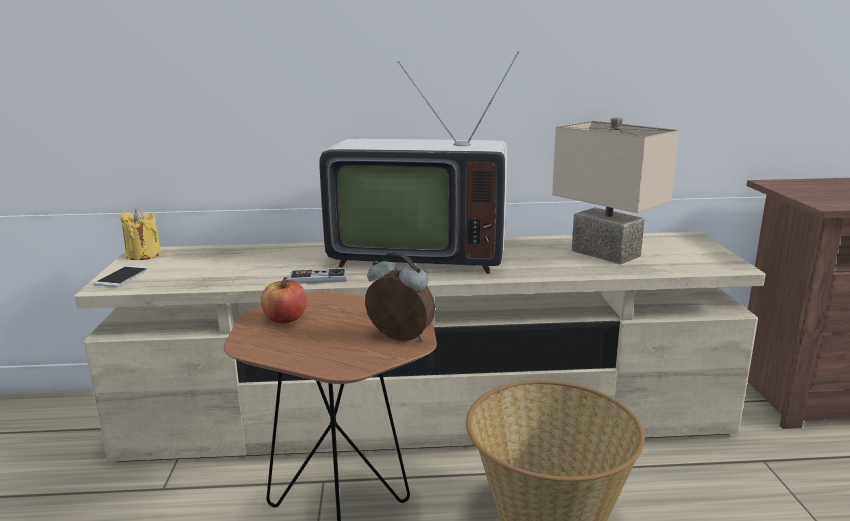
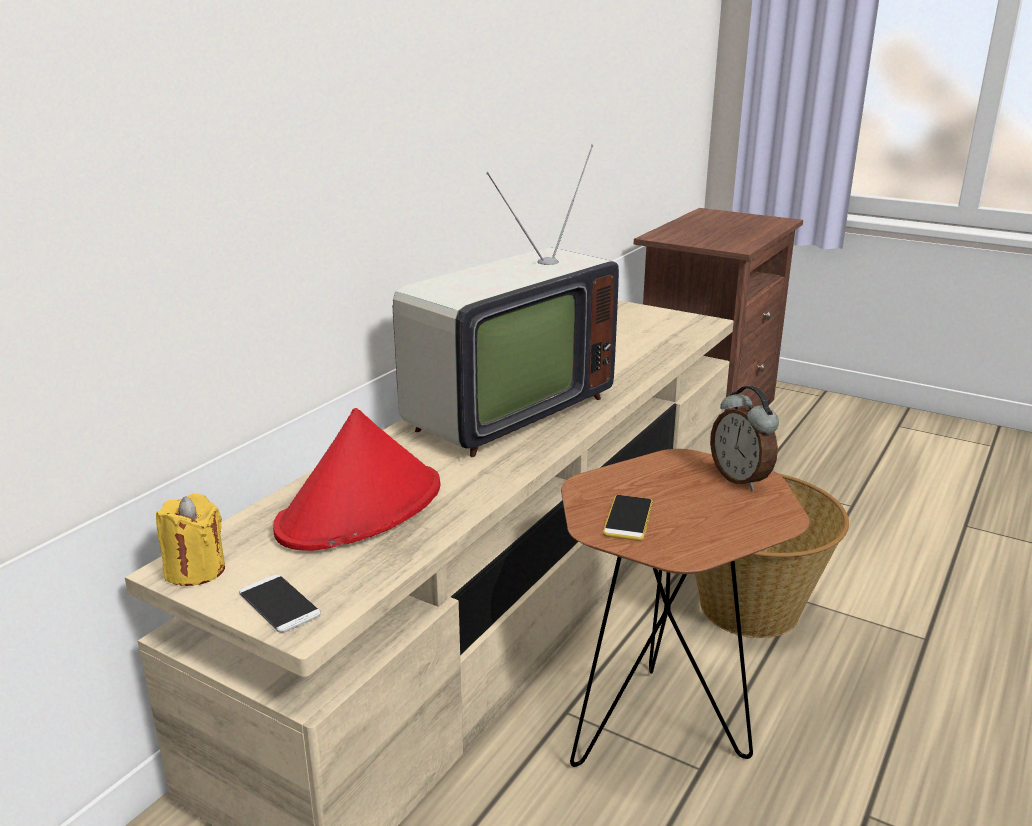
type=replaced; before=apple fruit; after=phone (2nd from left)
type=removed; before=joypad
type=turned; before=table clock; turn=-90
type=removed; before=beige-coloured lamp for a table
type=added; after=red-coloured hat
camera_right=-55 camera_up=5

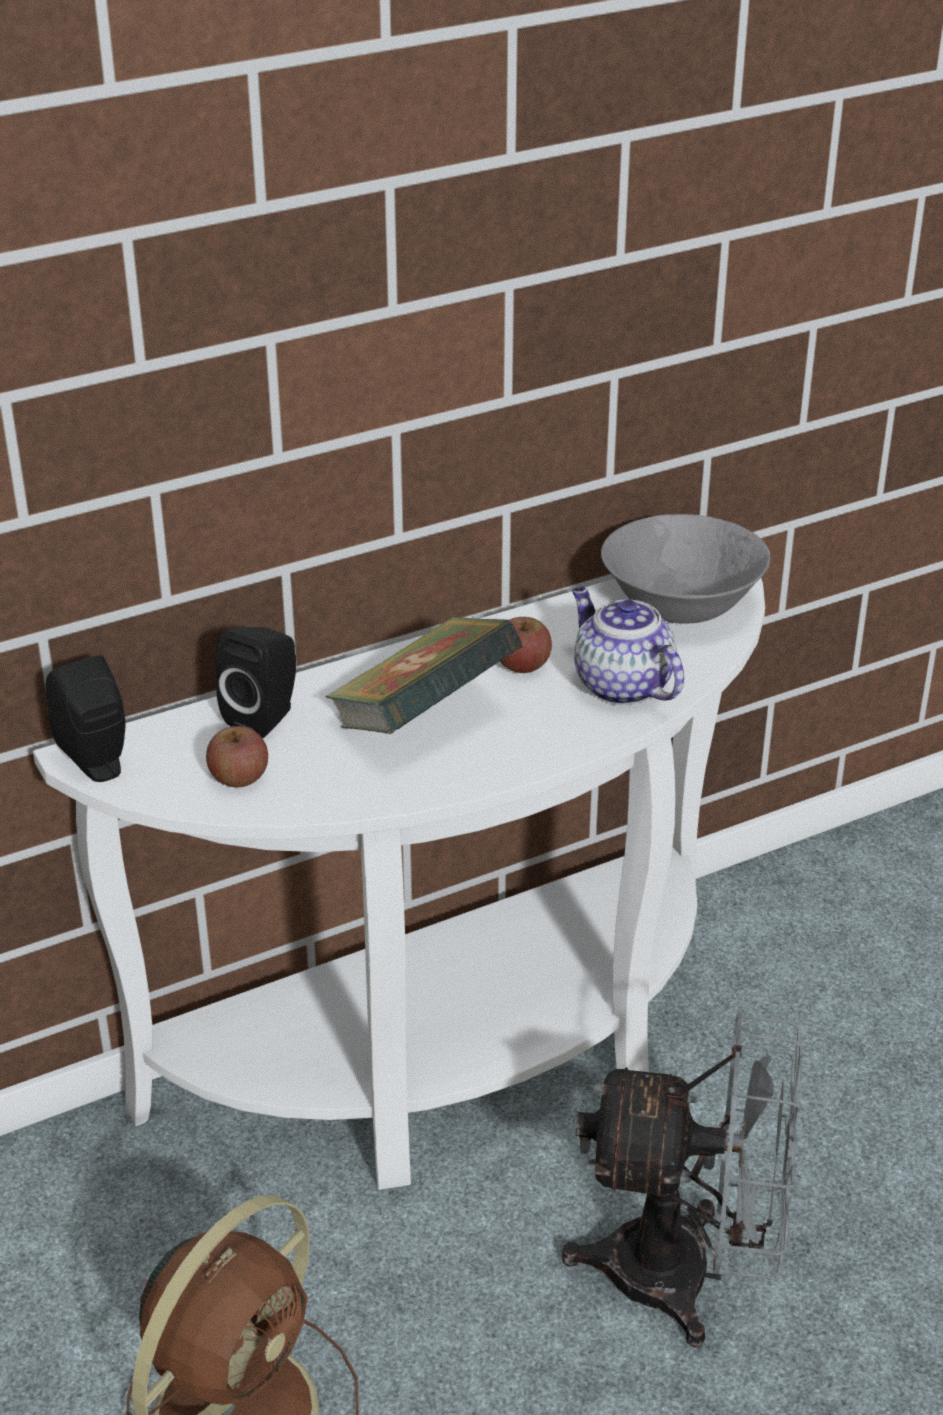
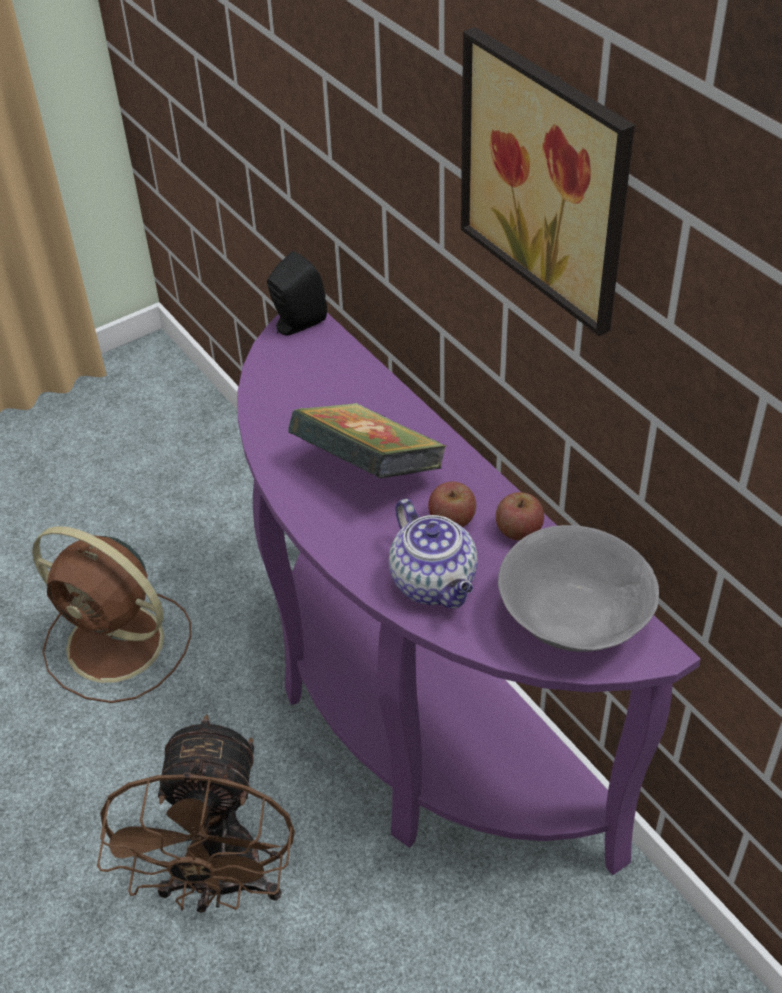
type=recoloured; before=white-coloured narrow table; after=purple-coloured narrow table
type=moved; before=apple fruit (1st from left in the first image); after=apple fruit (2nd from left)
type=removed; before=black-coloured speaker (2nd from left)
type=recoloured; before=grey fan; after=brownish fan (2nd from left)
type=turned; before=teapot; turn=105
type=added; after=wall picture
camera_right=85 camera_up=10

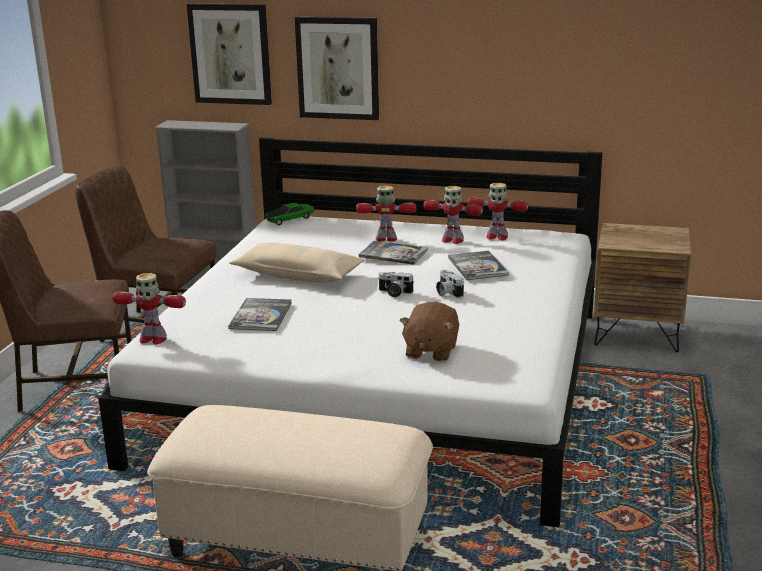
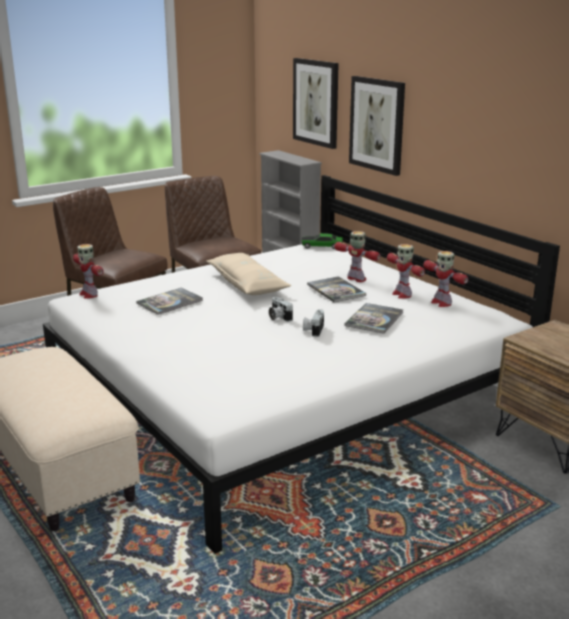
type=removed; before=brownish soft toy
camera_right=40 camera_up=0

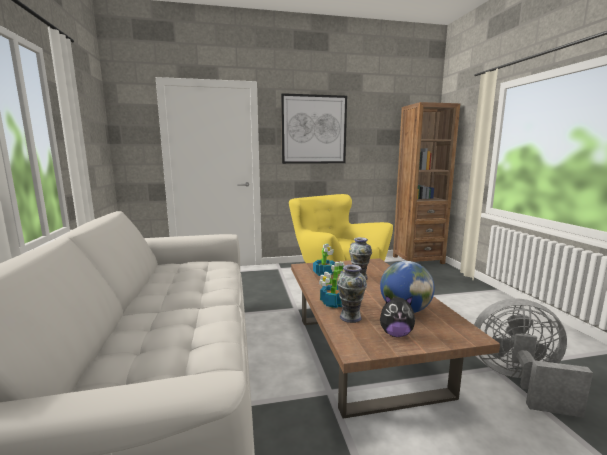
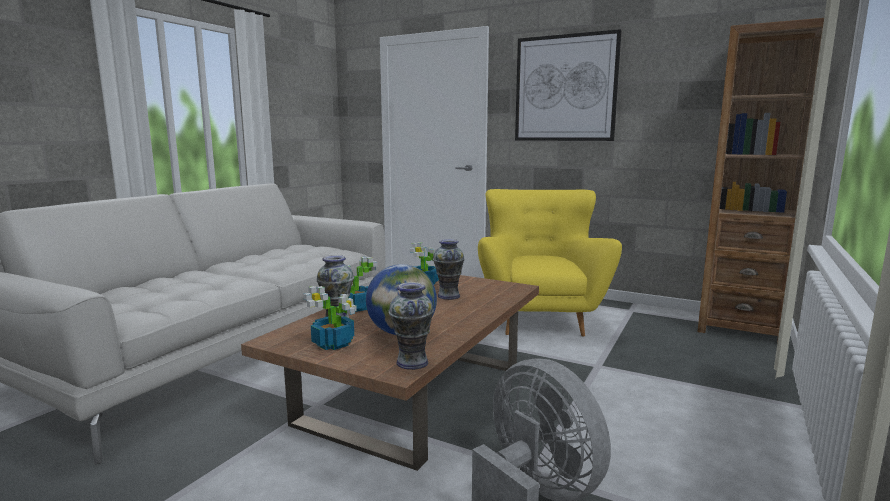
type=replaced; before=soft toy; after=plant in a pot (1st from left)
type=added; after=flower vase (2nd from left)
camera_right=40 camera_up=0

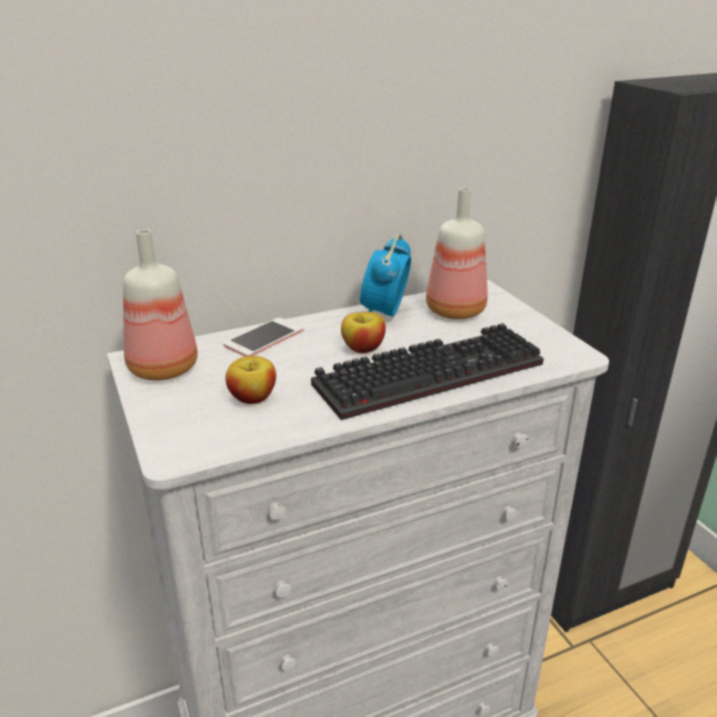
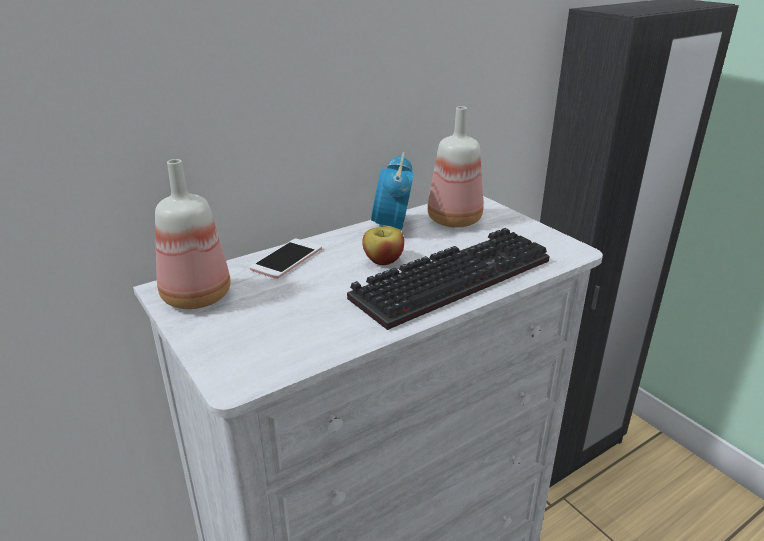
type=removed; before=apple fruit (1st from left)
camera_right=-10 camera_up=0

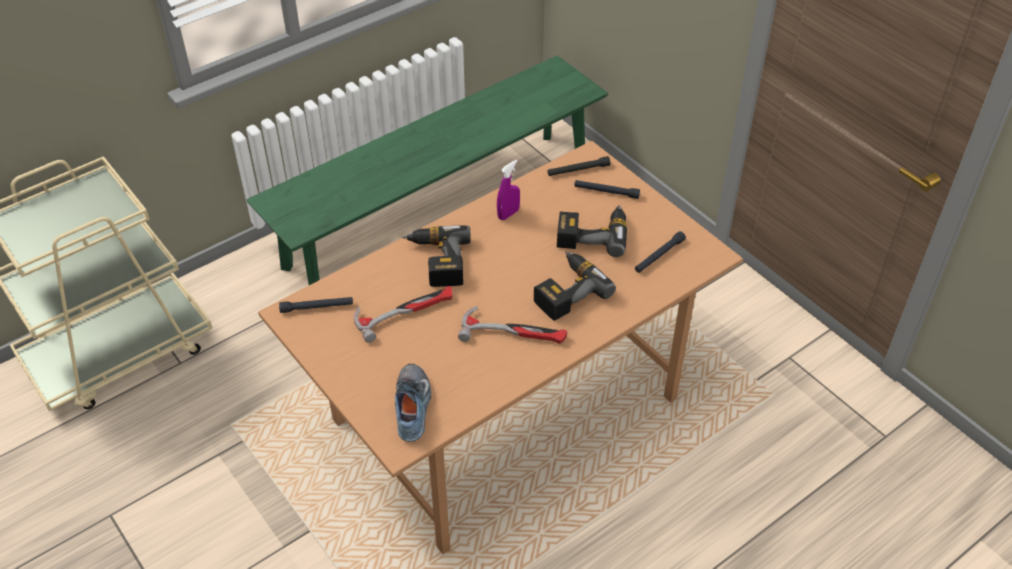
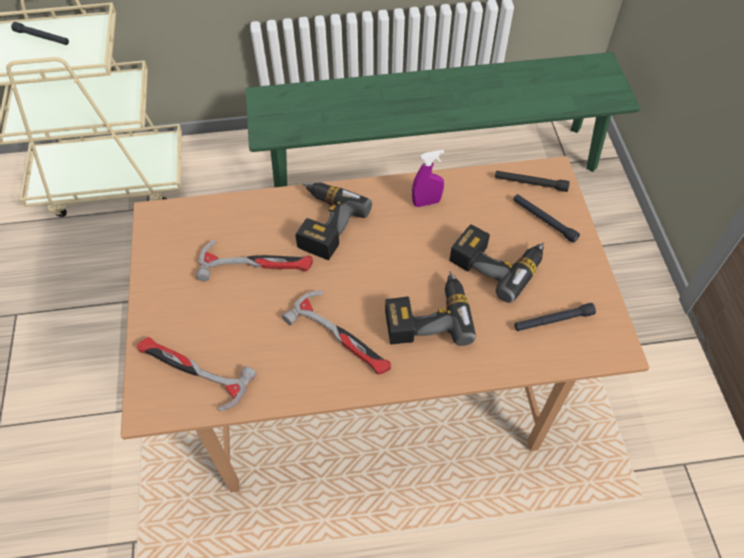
type=moved; before=black-coloured hand torch (1st from left)
type=replaced; before=low shoe; after=hammer (1st from left)
camera_right=30 camera_up=10

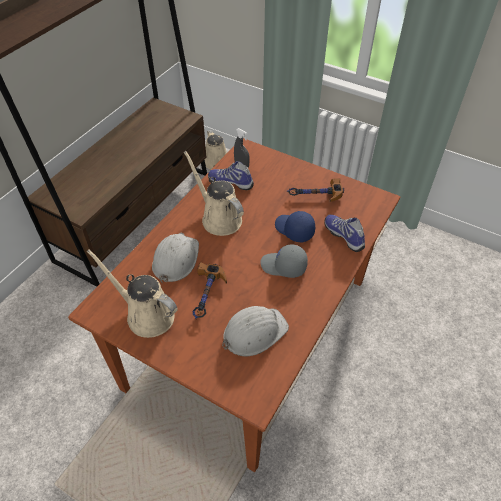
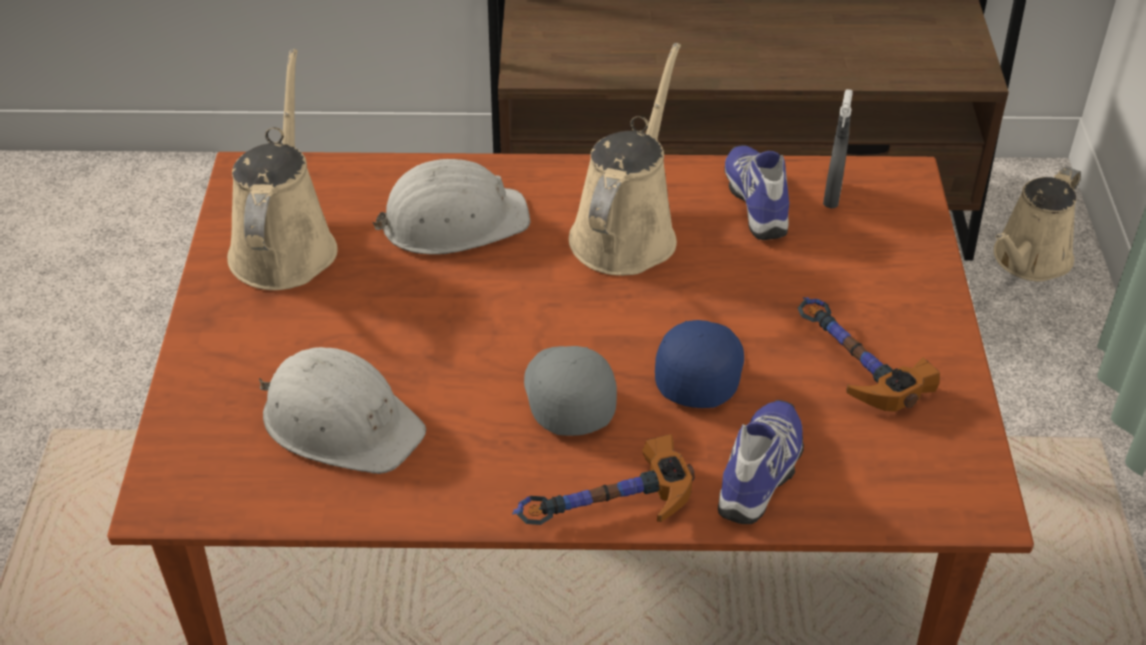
type=moved; before=hammer (1st from left)
camera_right=60 camera_up=-5

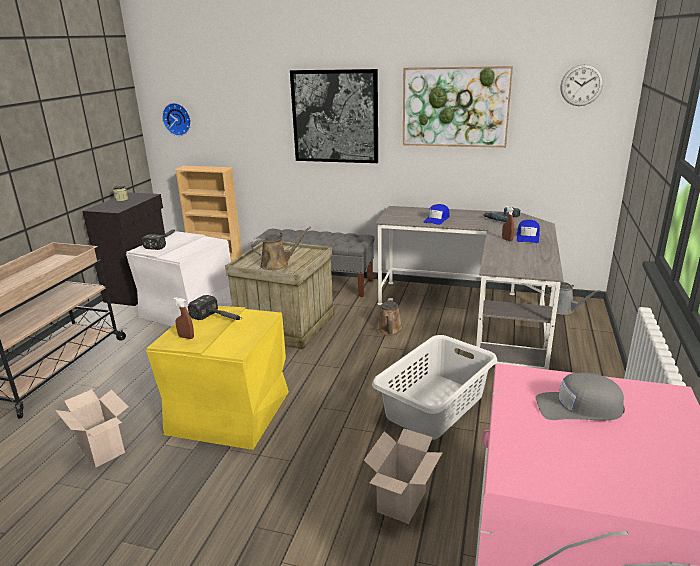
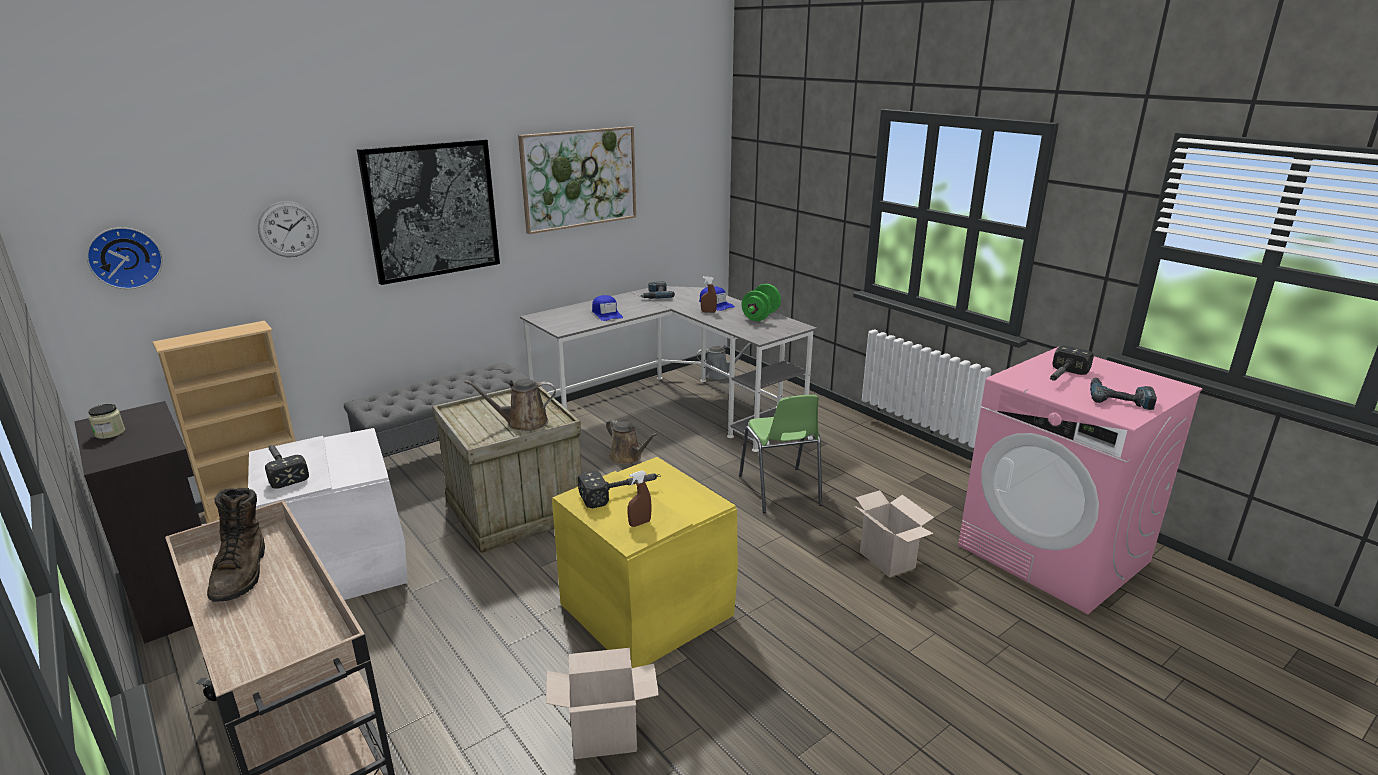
type=turned; before=brownish sprinkling can (1st from left); turn=-120
type=replaced; before=grey washing basket; after=green-coloured chair
type=replaced; before=grey cap; after=hammer (3rd from left)
type=moved; before=clock on the wall (2nd from left)
type=added; after=brownish high-top boot
type=added; after=green-coloured hand weight
type=added; after=drill (2nd from left)
camera_right=-55 camera_up=0

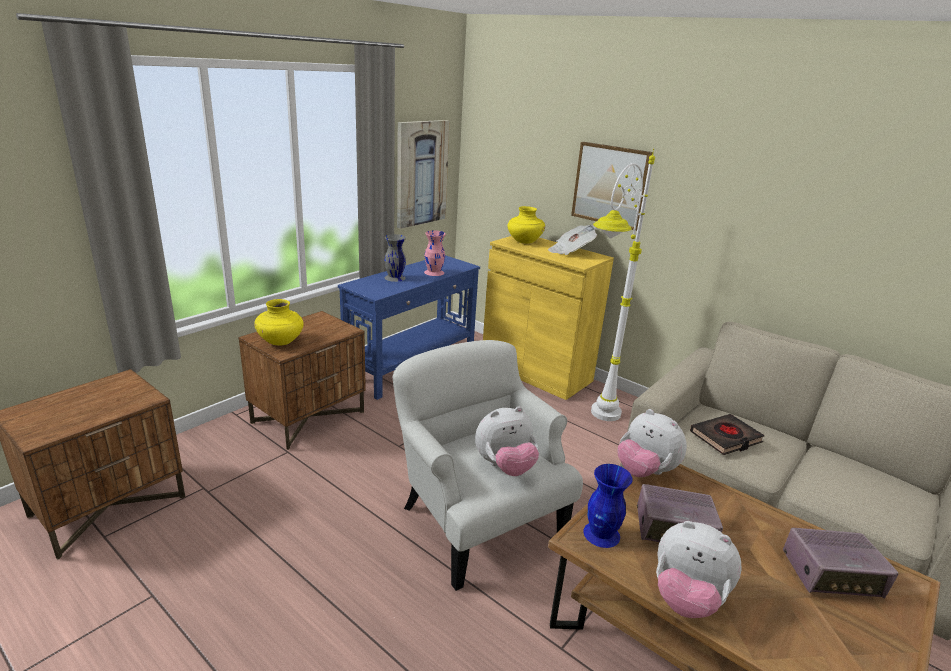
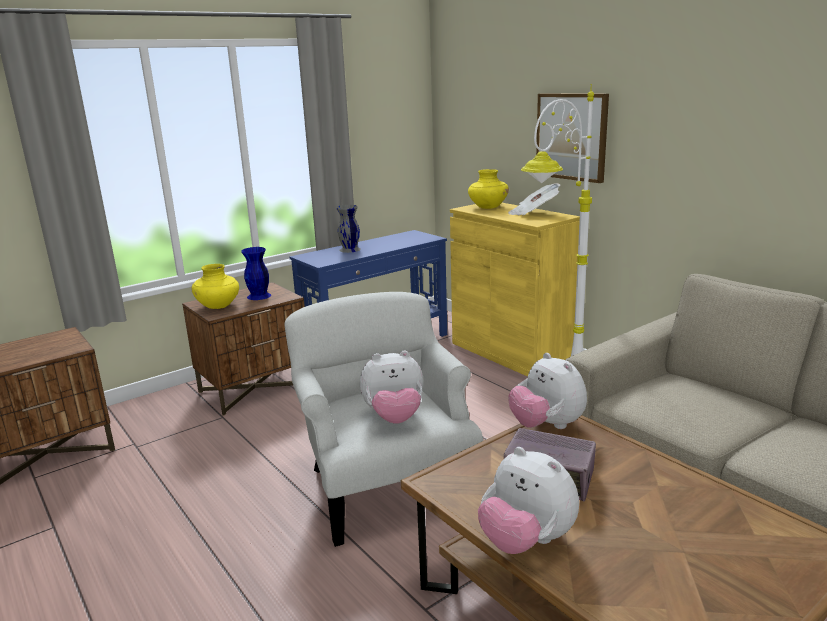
type=removed; before=wall picture (1st from left)
type=removed; before=pink flower vase
type=moved; before=blue flower vase
type=removed; before=black-coloured volume
type=removed; before=radio receiver (2nd from left)
camera_right=15 camera_up=-5

